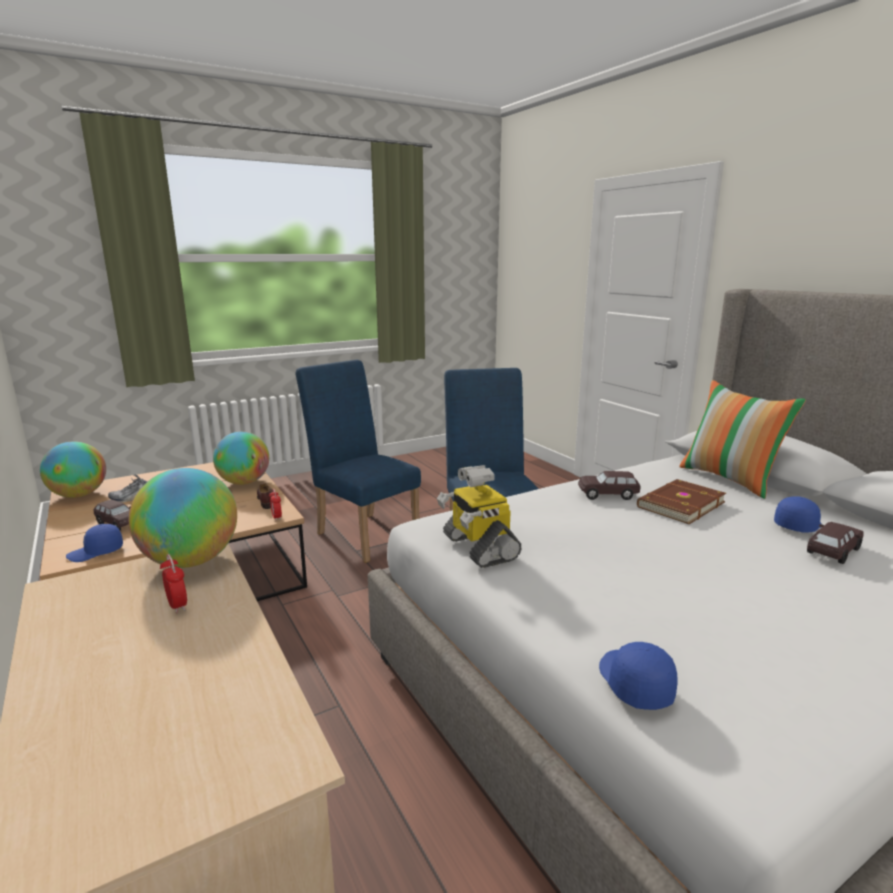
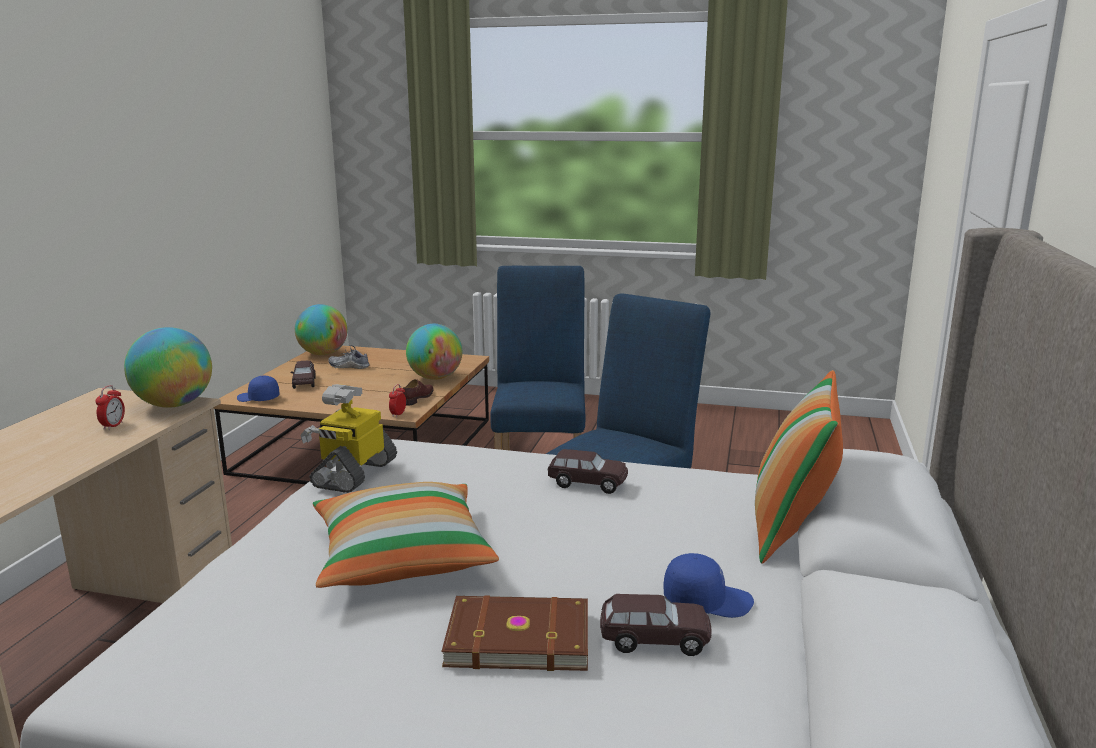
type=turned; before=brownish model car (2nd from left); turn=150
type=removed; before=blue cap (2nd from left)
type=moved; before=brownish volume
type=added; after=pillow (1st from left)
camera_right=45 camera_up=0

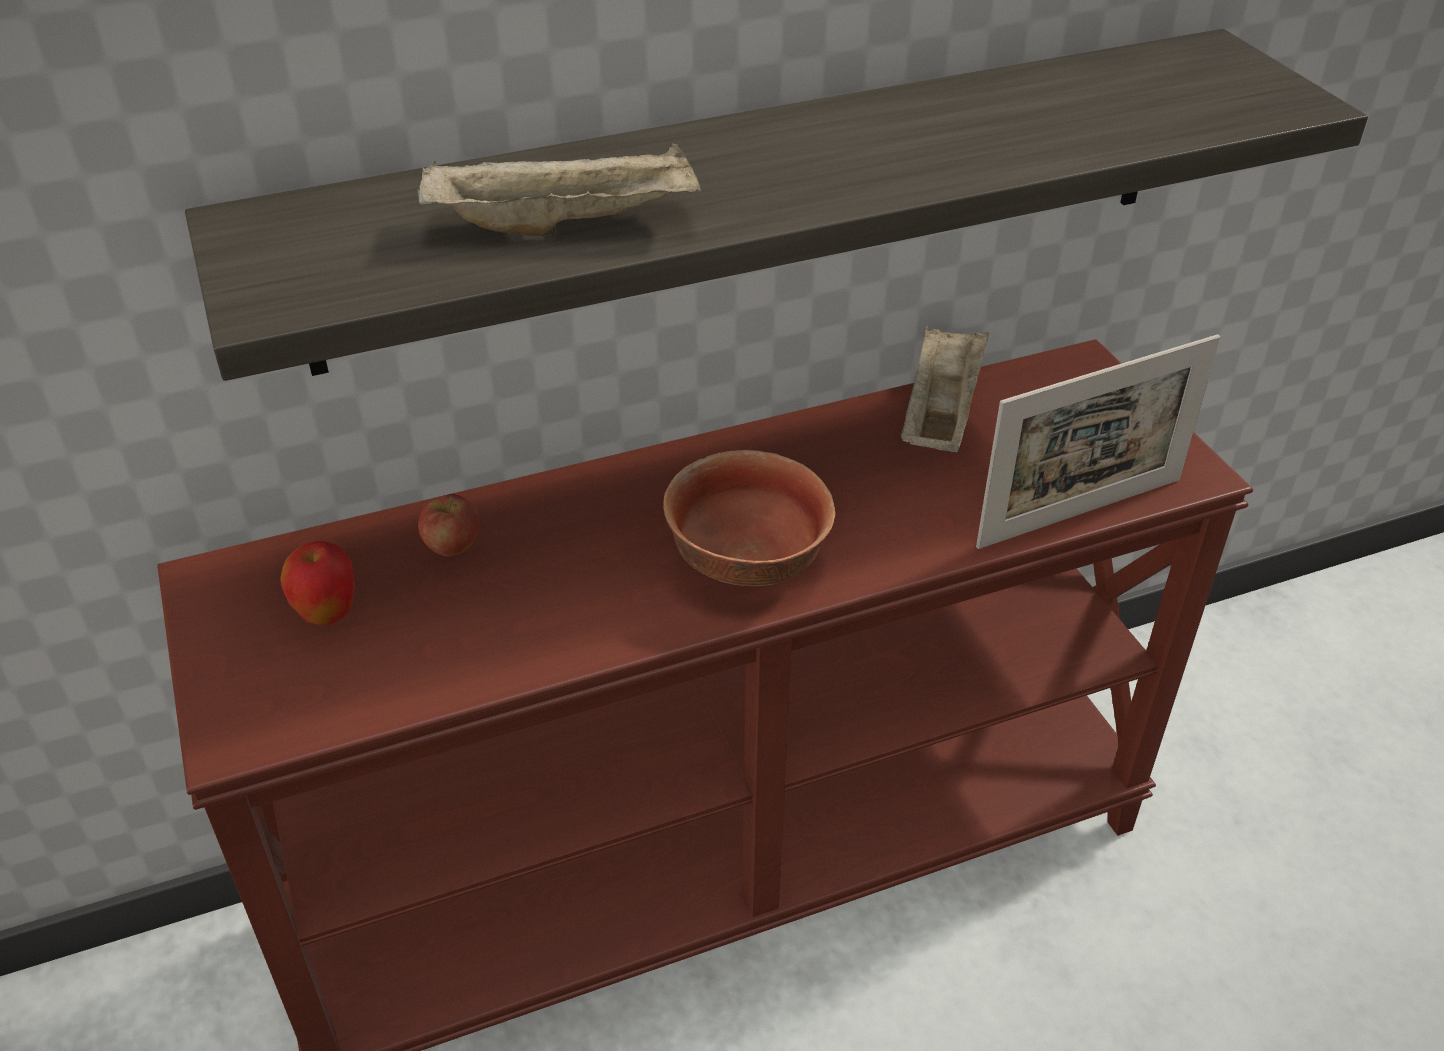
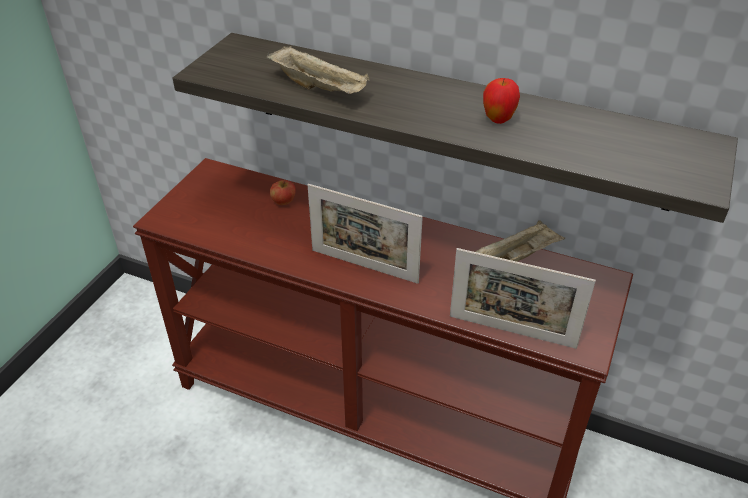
type=moved; before=apple fruit (1st from left in the first image); after=apple fruit (2nd from left)
type=replaced; before=serving bowl; after=photo frame (1st from left)
camera_right=45 camera_up=0

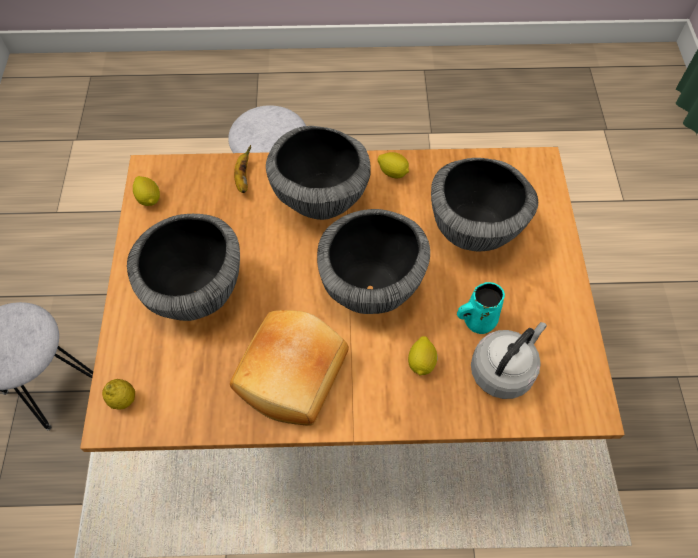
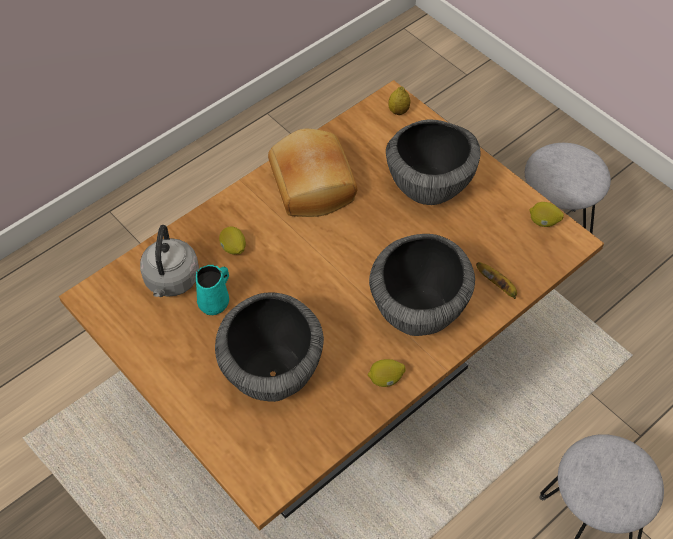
type=removed; before=serving bowl (3rd from left)
camera_right=140 camera_up=-5

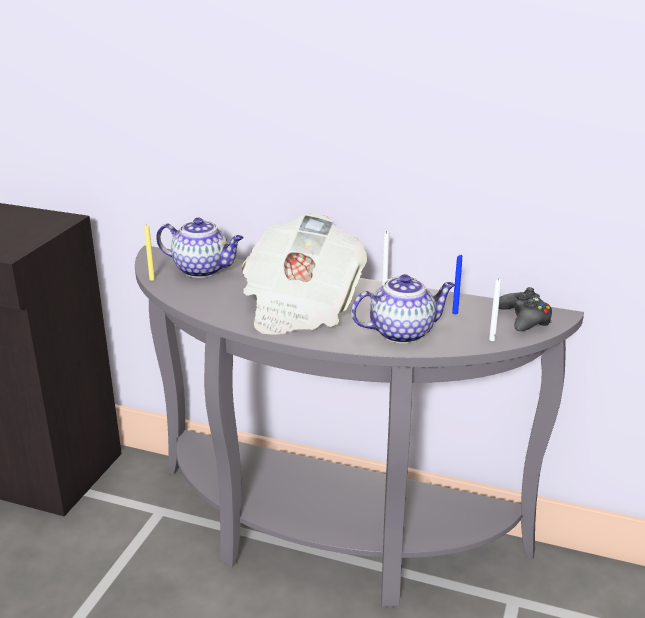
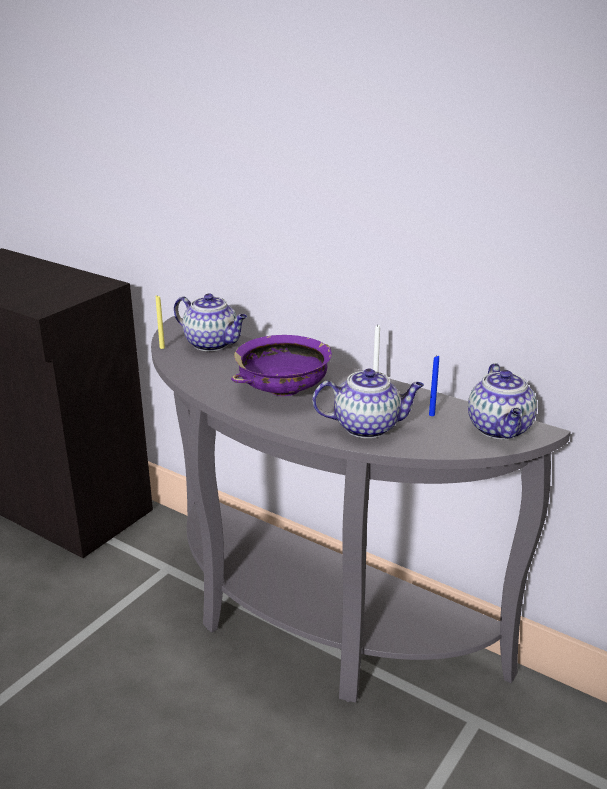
type=replaced; before=daily paper; after=purple-coloured serving bowl
type=removed; before=white-coloured wax candle (2nd from left)
type=replaced; before=black-coloured joypad; after=teapot (3rd from left)
camera_right=15 camera_up=0

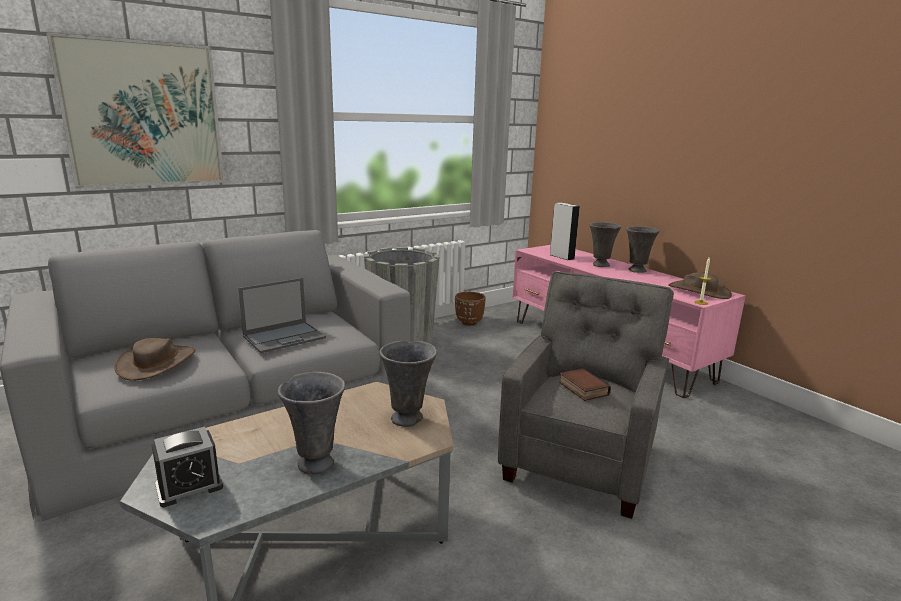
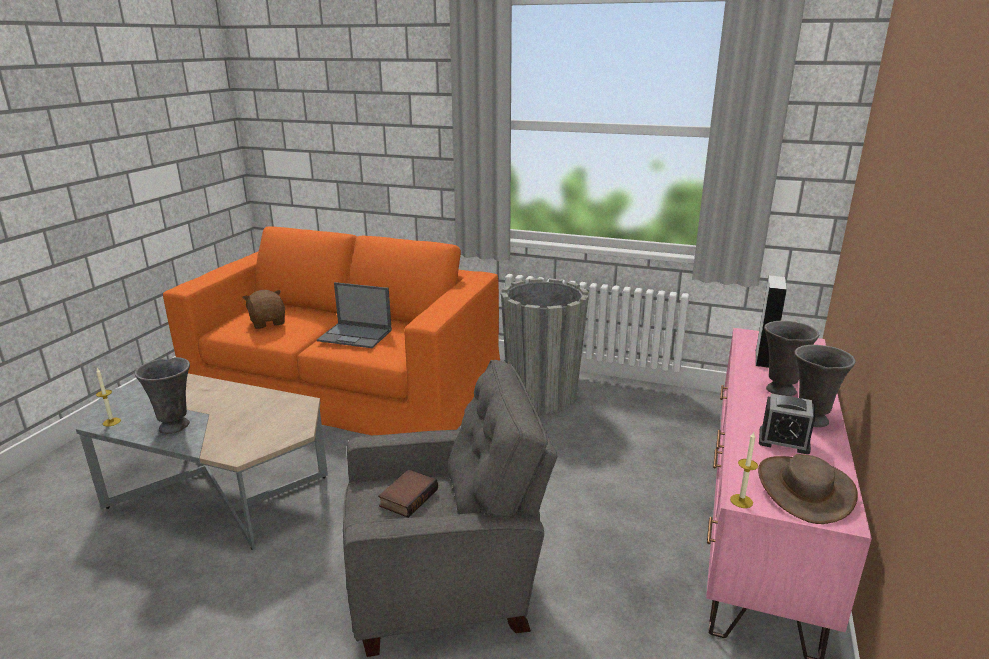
type=recoloured; before=grey couch; after=orange-coloured couch
type=removed; before=wall picture
type=replaced; before=brownish hat (1st from left); after=brownish soft toy
type=moved; before=table clock
type=removed; before=grey flower vase (2nd from left)
type=removed; before=brownish plant pot
type=added; after=wax candle (1st from left)
camera_right=55 camera_up=5

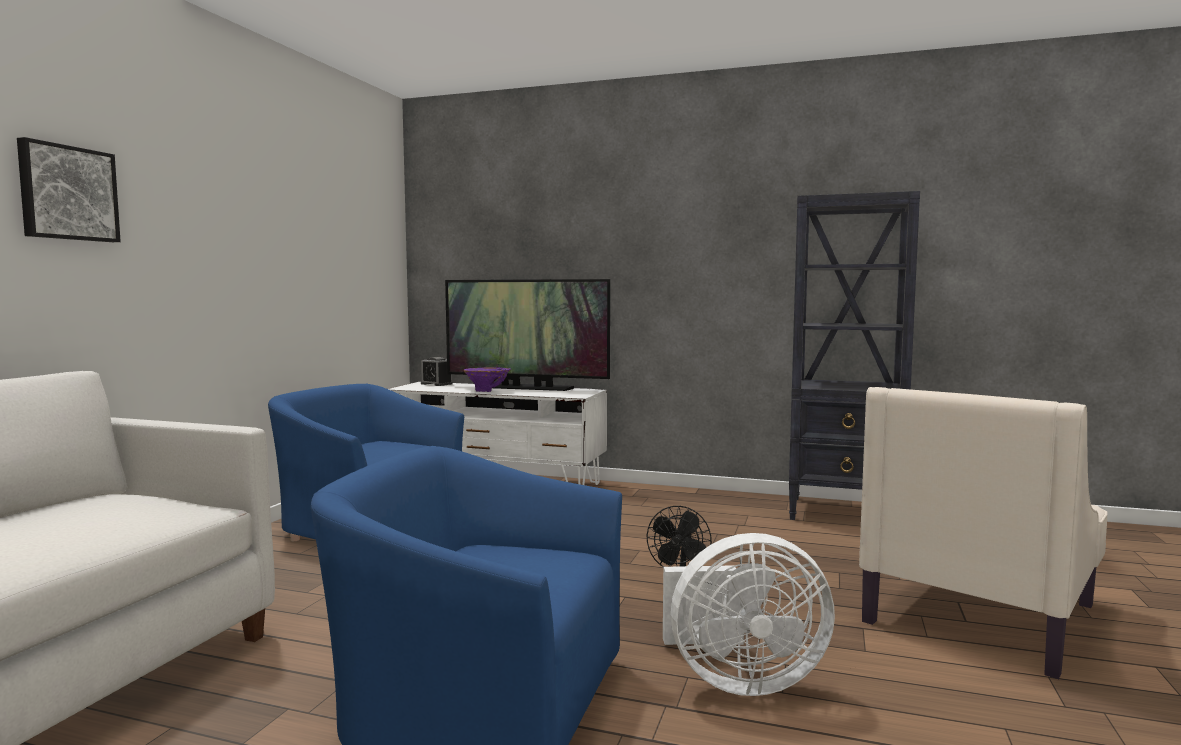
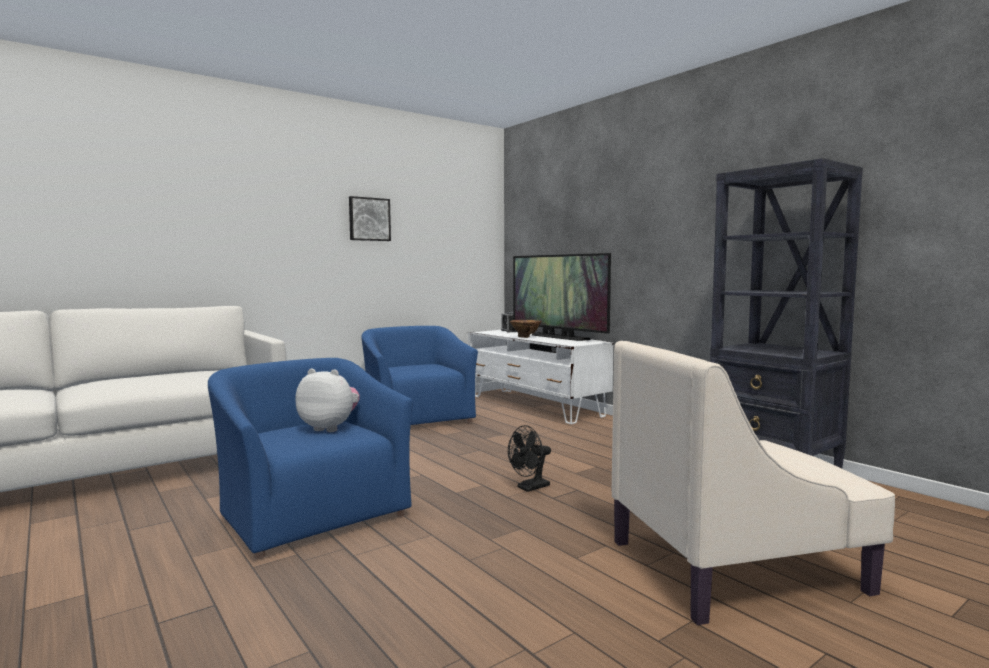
type=moved; before=wall picture
type=recoloured; before=purple-coloured flower vase; after=brownish flower vase
type=removed; before=white-coloured fan
type=added; after=soft toy
camera_right=35 camera_up=0

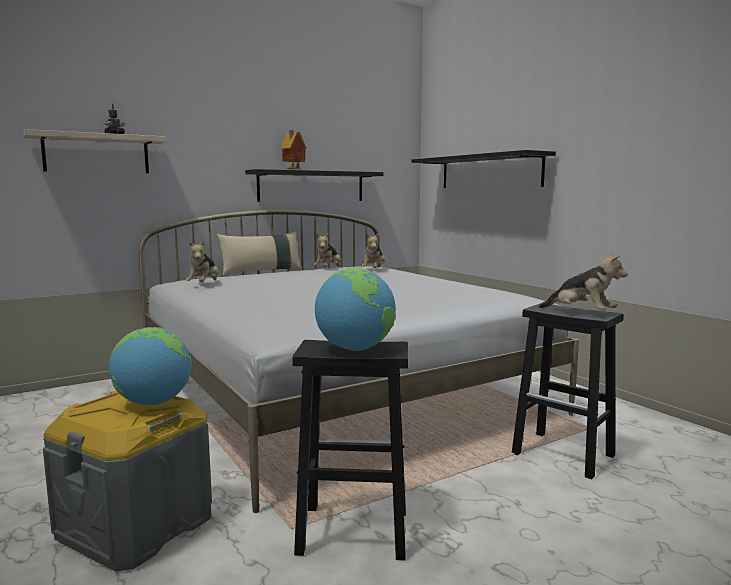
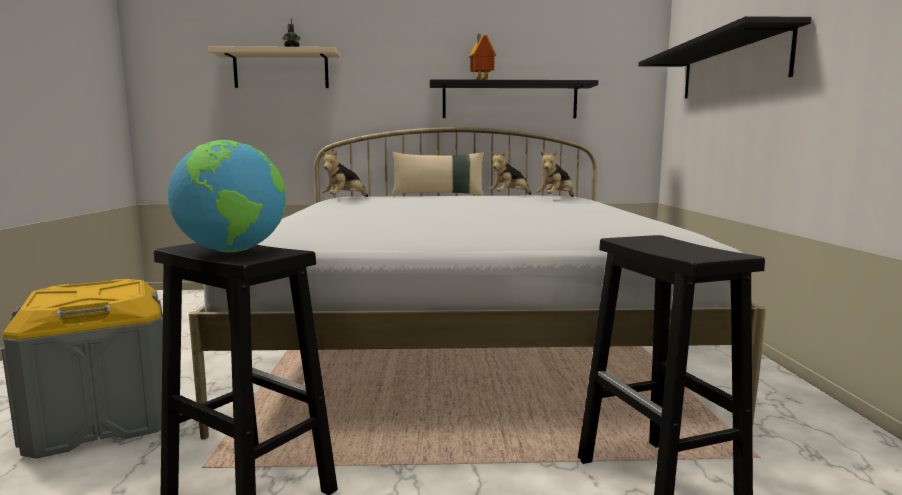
type=removed; before=world globe (1st from left)
type=removed; before=soft toy (4th from left)
camera_right=30 camera_up=0

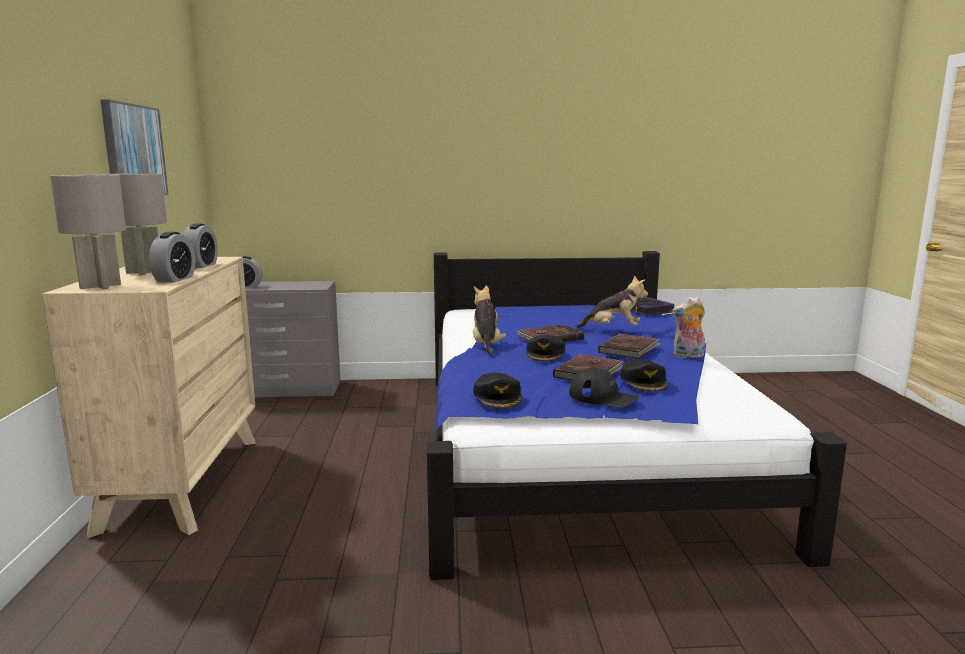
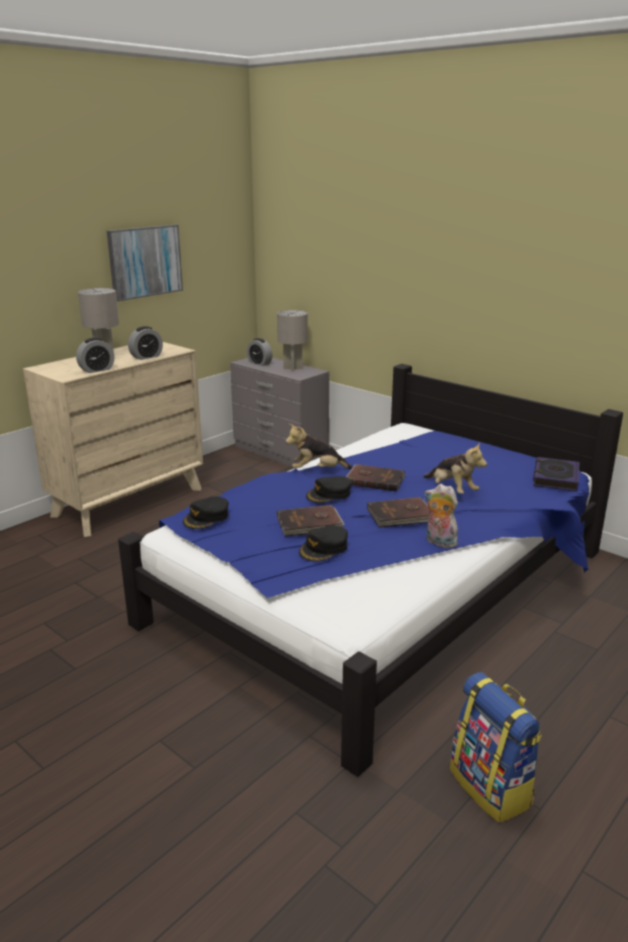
type=moved; before=grey lamp for a table (1st from left in the first image); after=grey lamp for a table (2nd from left)
type=turned; before=soft toy (1st from left); turn=-135
type=removed; before=black-coloured cap (3rd from left)
type=added; after=knapsack
camera_right=45 camera_up=10

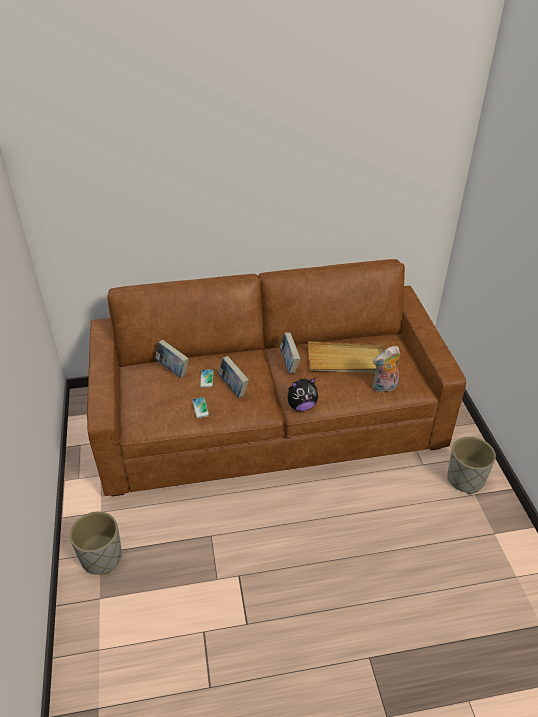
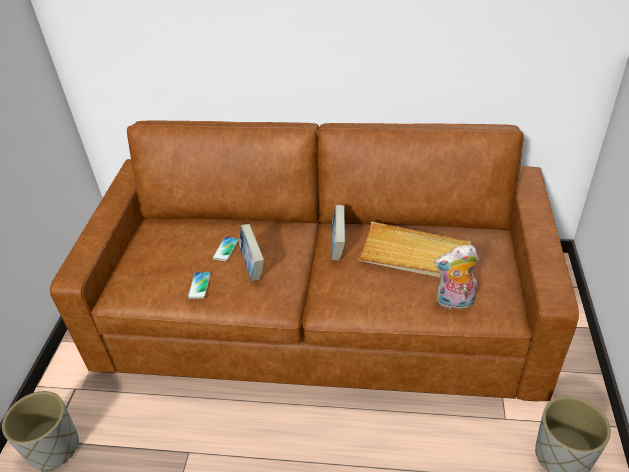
type=removed; before=volume (1st from left)
type=removed; before=soft toy (1st from left)
camera_right=20 camera_up=0

